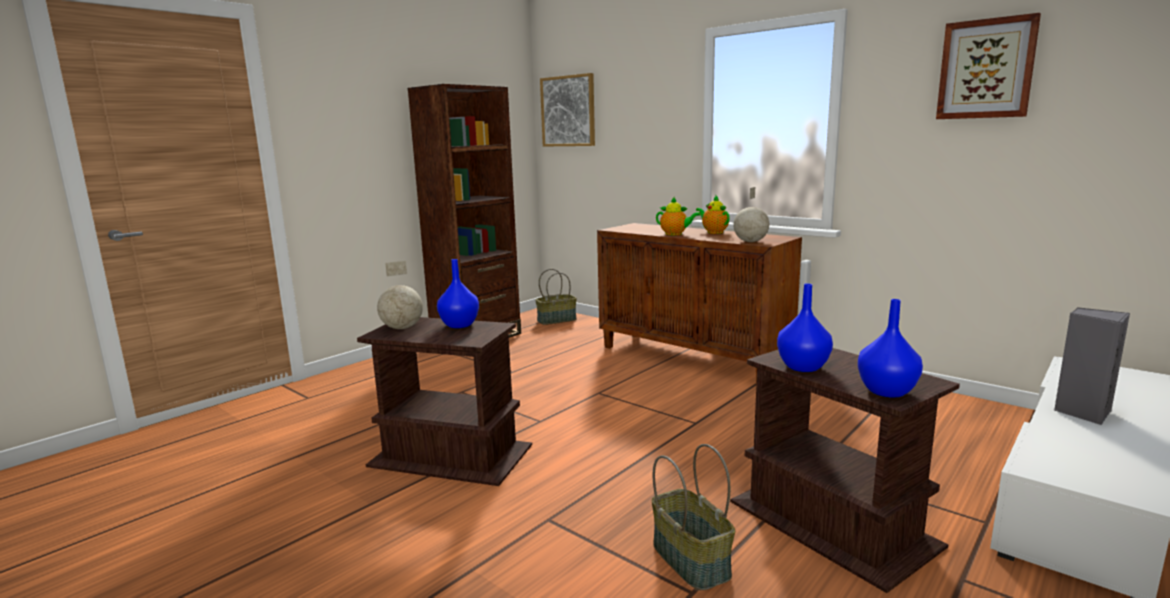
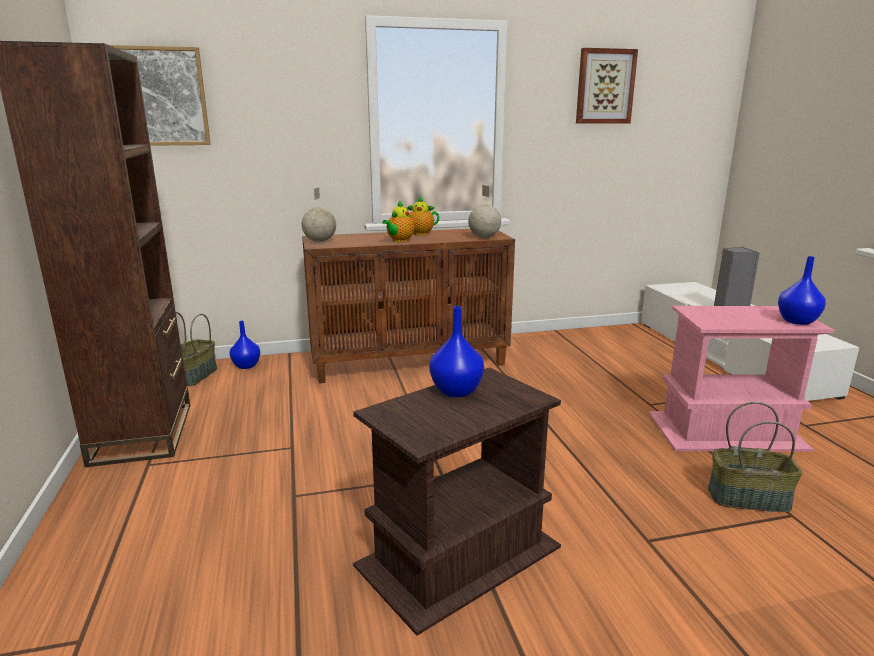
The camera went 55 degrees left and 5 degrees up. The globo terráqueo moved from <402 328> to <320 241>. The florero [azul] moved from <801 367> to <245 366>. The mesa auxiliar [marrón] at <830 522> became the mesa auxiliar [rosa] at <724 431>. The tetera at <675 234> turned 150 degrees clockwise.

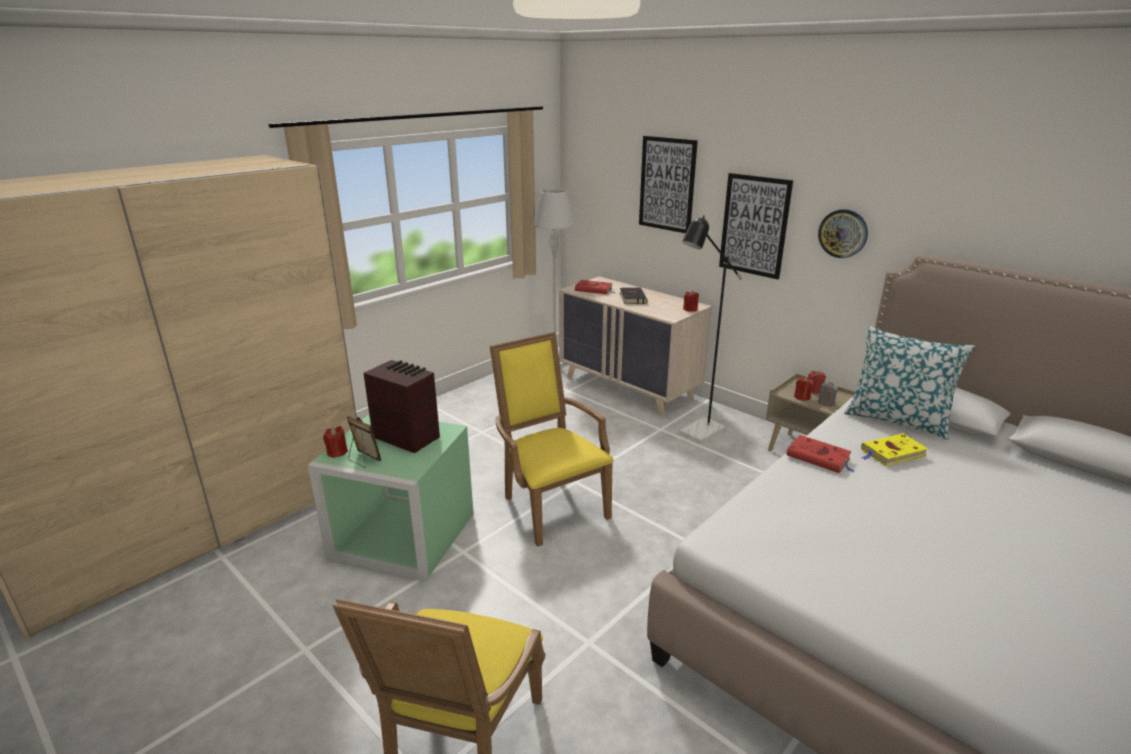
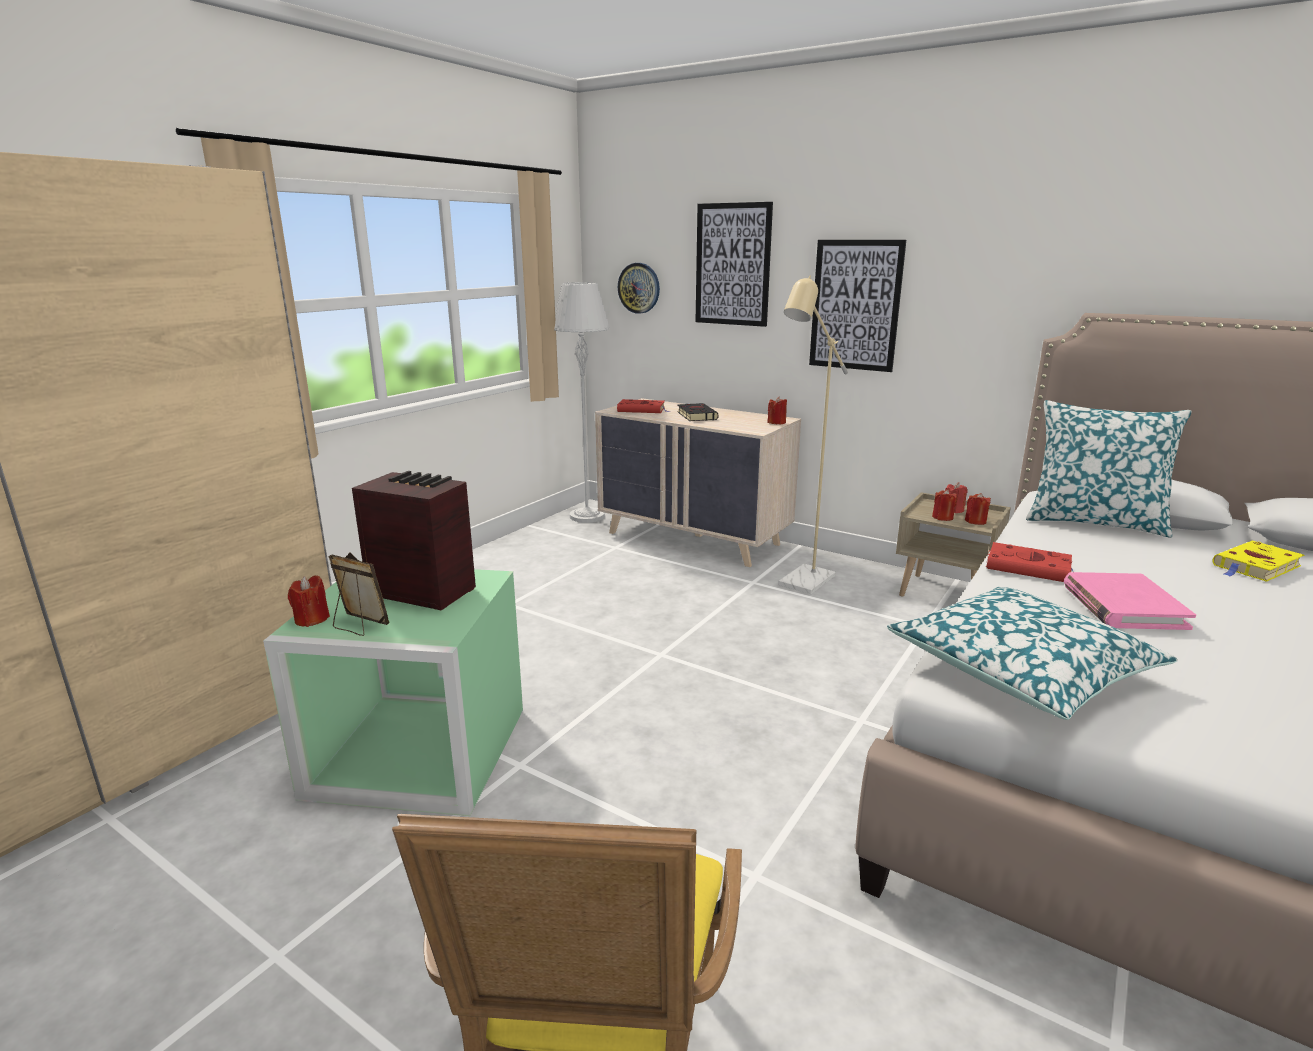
The camera went 10 degrees left and 5 degrees down. The sillón [amarillo] at <550 505> disappeared. The cojín at <1021 669> appeared. The libro [rosa] at <1122 606> appeared. The reloj de pared moved from <843 233> to <639 288>. The libro [amarillo] moved from <892 453> to <1255 566>. The lámpara de pie [negro] at <697 434> became the lámpara de pie [beis] at <802 584>. The vela [gris] at <826 402> became the vela [rojo] at <975 521>.

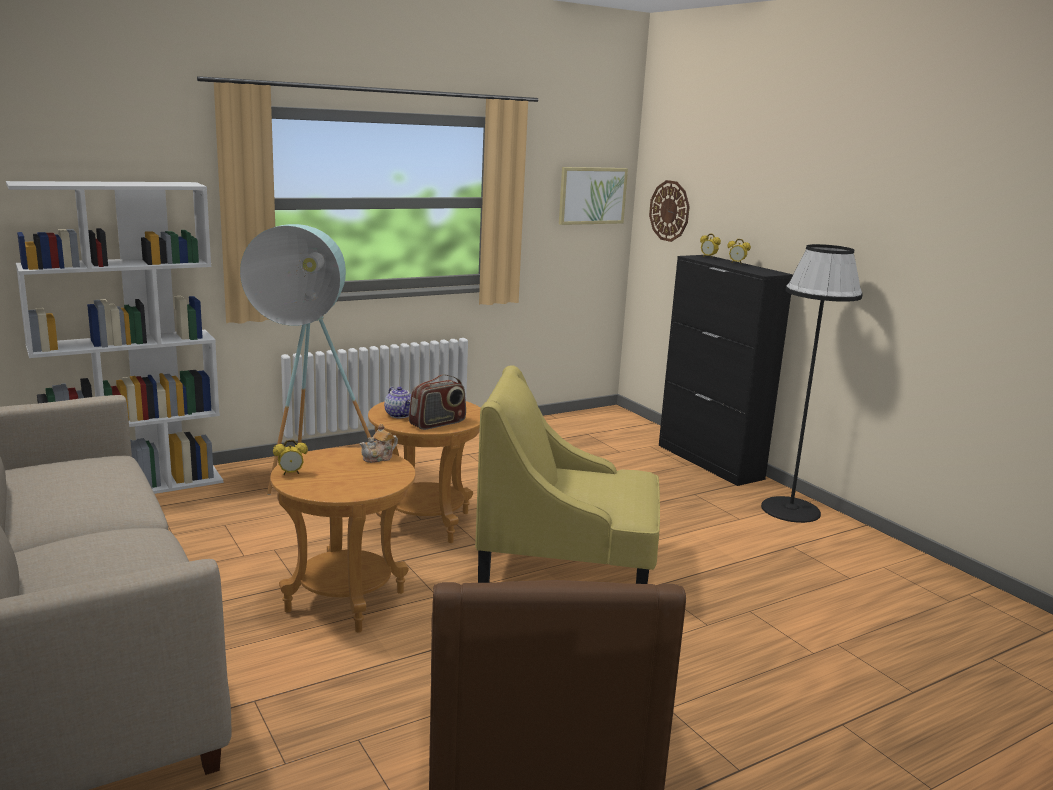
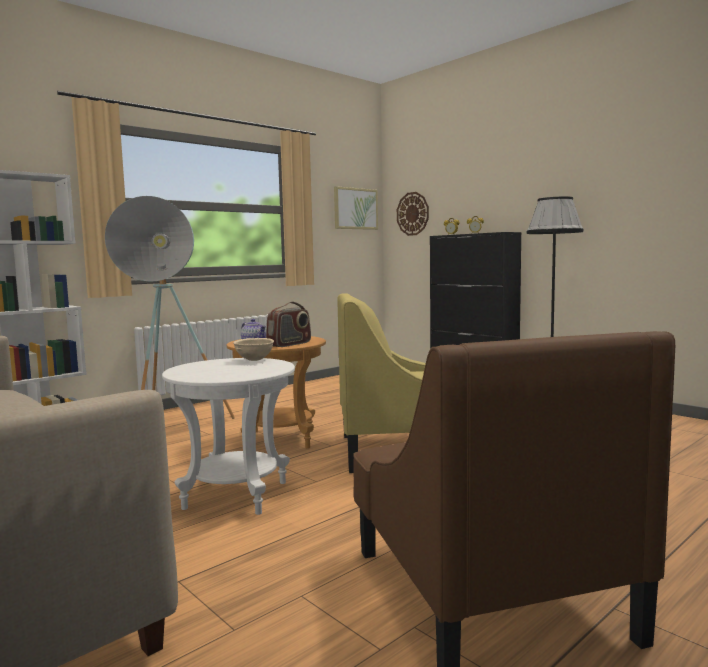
The camera went 10 degrees left and 10 degrees down. The despertador at <291 473> disappeared. The tetera at <379 458> was replaced by the cuenco [beis] at <255 360>. The mesa auxiliar [marrón] at <345 601> became the mesa auxiliar [blanco] at <236 495>.

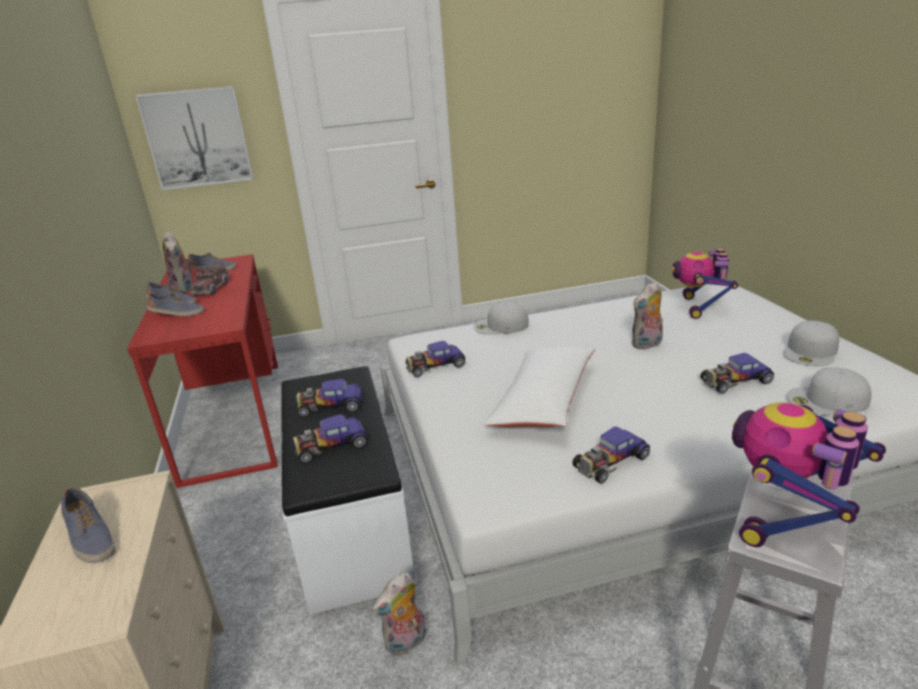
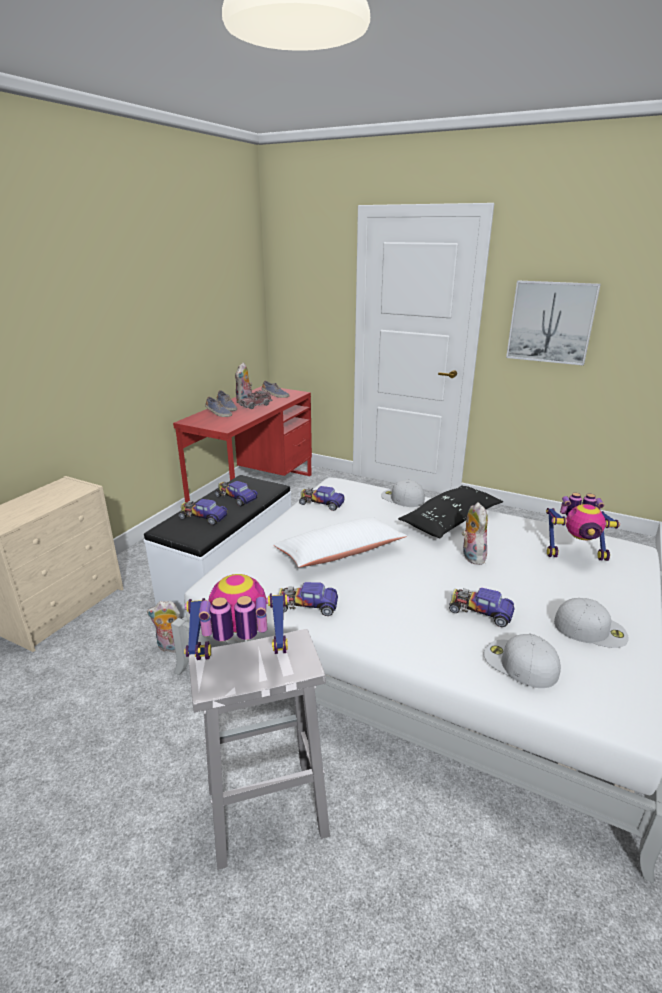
The camera went 40 degrees right and 0 degrees up. The zapato at <89 538> disappeared. The cojín [negro] at <450 521> appeared. The cuadro moved from <197 138> to <551 322>. The peluche at <647 344> turned 75 degrees clockwise. The robot de juguete at <699 307> turned 135 degrees counterclockwise. The gorra [blanco] at <811 351> turned 150 degrees counterclockwise.

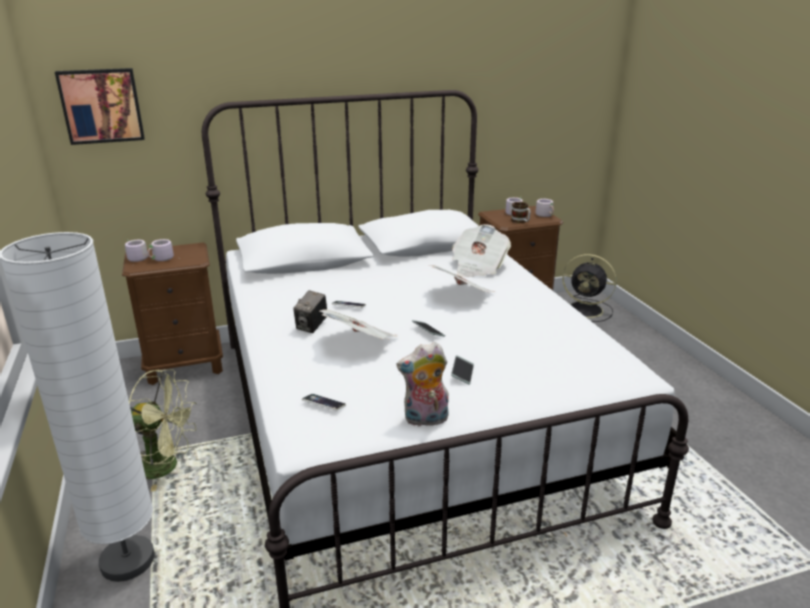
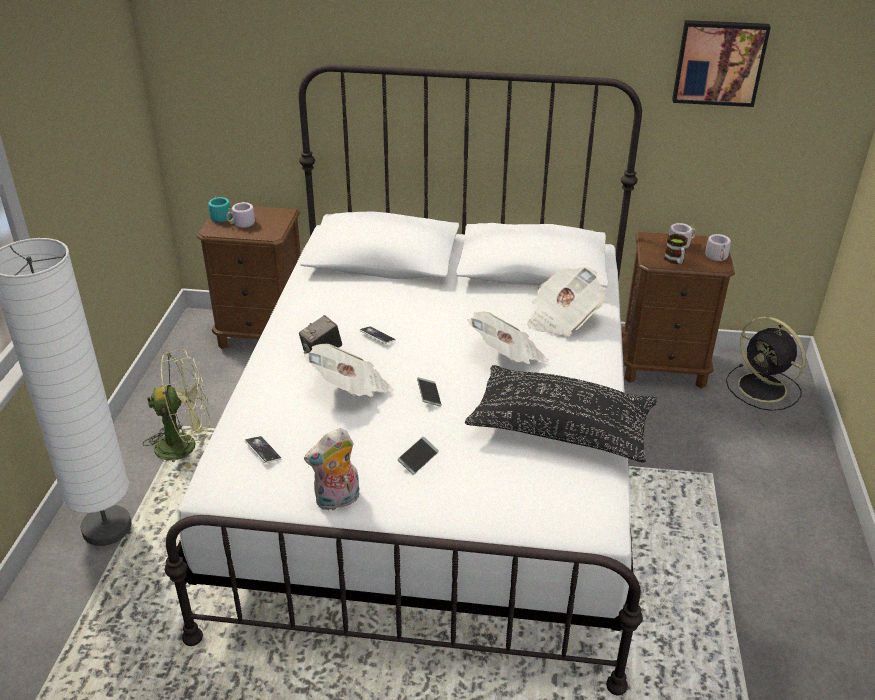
The camera went 25 degrees right and 10 degrees up. The cojín [negro] at <561 428> appeared. The cuadro moved from <101 105> to <719 62>. The taza grande [gris] at <135 258> became the taza grande [turquesa] at <219 217>. The ventilador [verde] at <166 466> turned 45 degrees counterclockwise. The peluche at <425 420> turned 45 degrees counterclockwise.

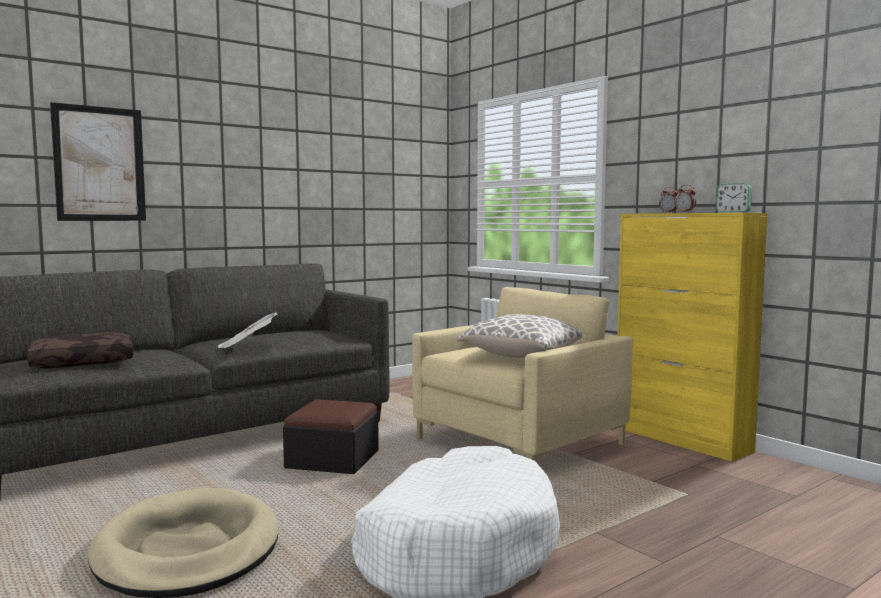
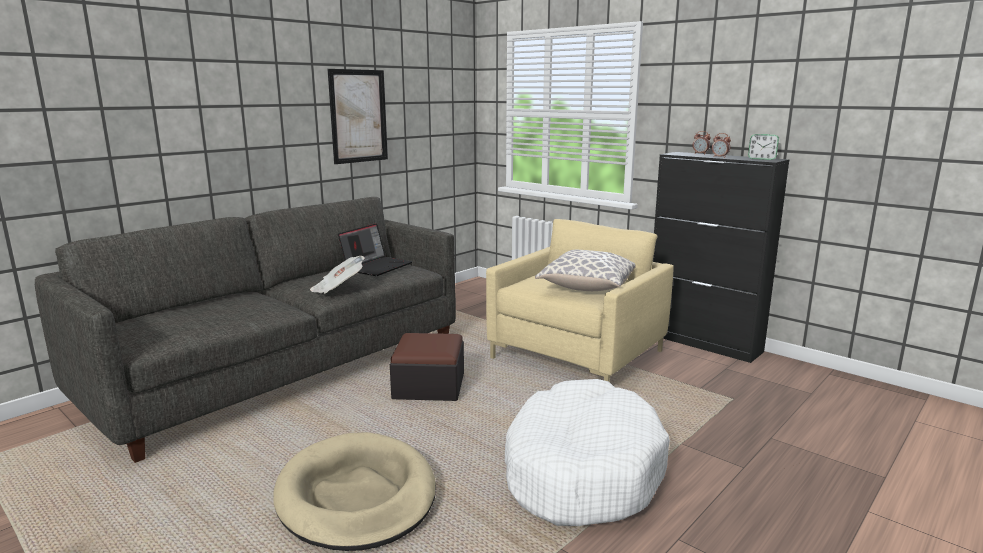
The camera went 10 degrees left and 10 degrees up. The cojín [marrón] at <83 362> disappeared. The portátil at <377 266> appeared. The cuadro moved from <99 164> to <358 116>. The armario [amarillo] at <681 439> became the armario [negro] at <703 343>.

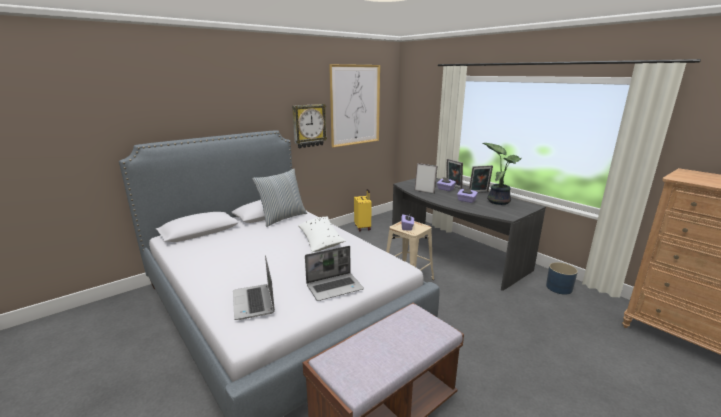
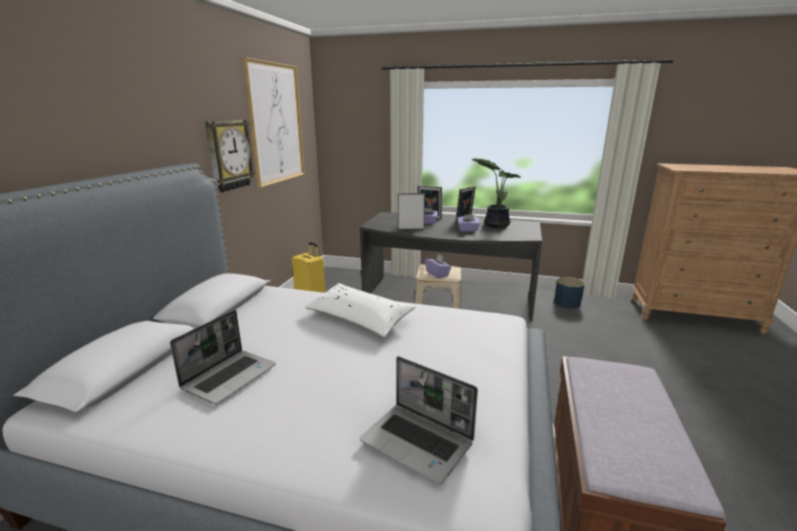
The camera went 35 degrees left and 0 degrees up. The cojín at <282 218> disappeared. The portátil moved from <335 287> to <230 376>.

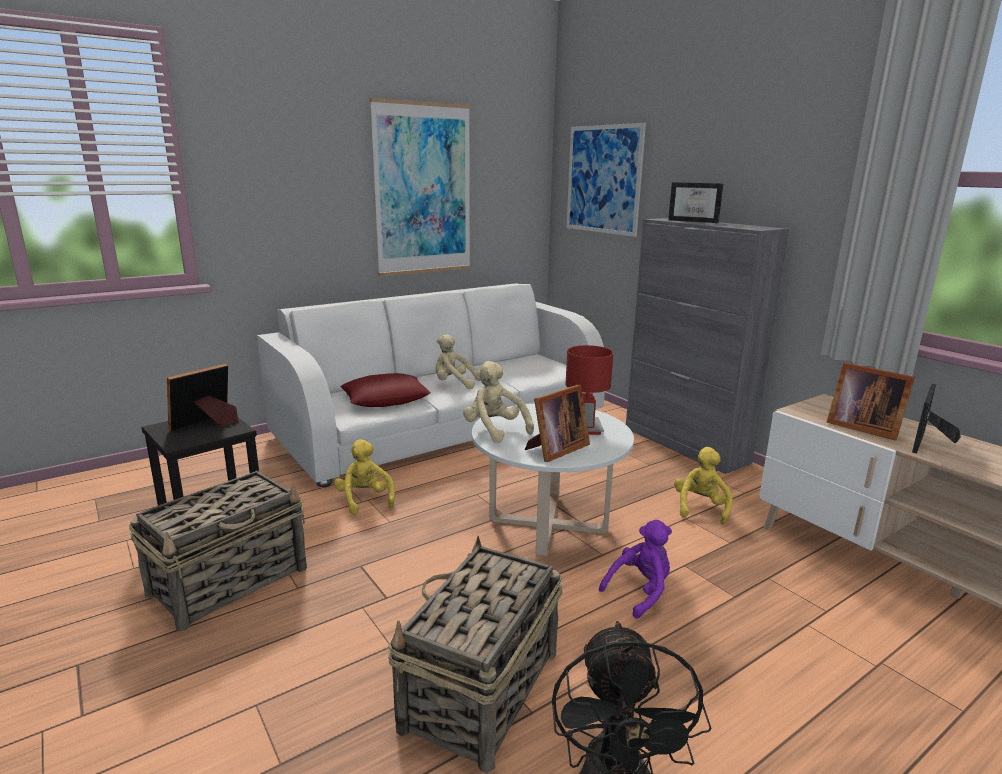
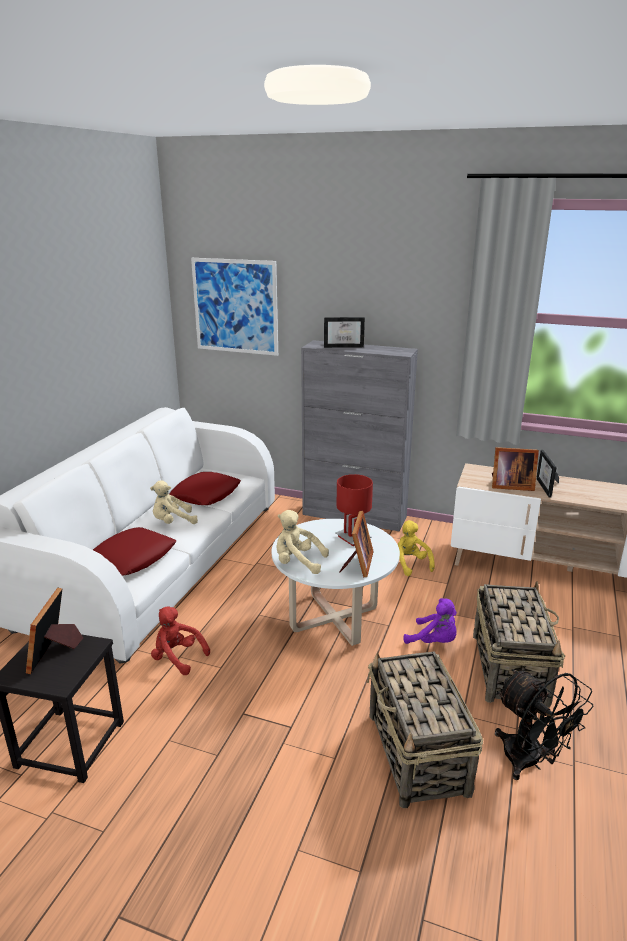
The camera went 35 degrees left and 5 degrees up. The cuadro at <423 190> disappeared. The cojín [rojo] at <205 494> appeared. The cesta moved from <231 580> to <509 667>. The peluche [amarillo] at <365 500> became the peluche [rojo] at <177 658>. The peluche [morado] at <640 592> turned 105 degrees clockwise.

